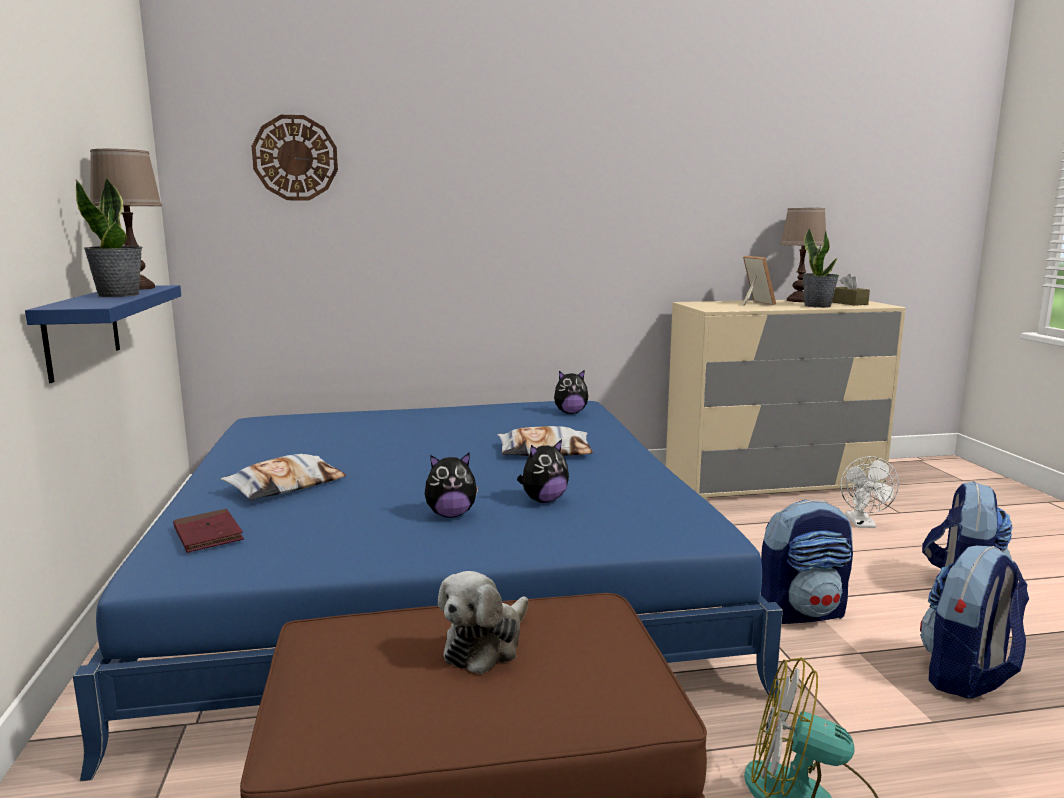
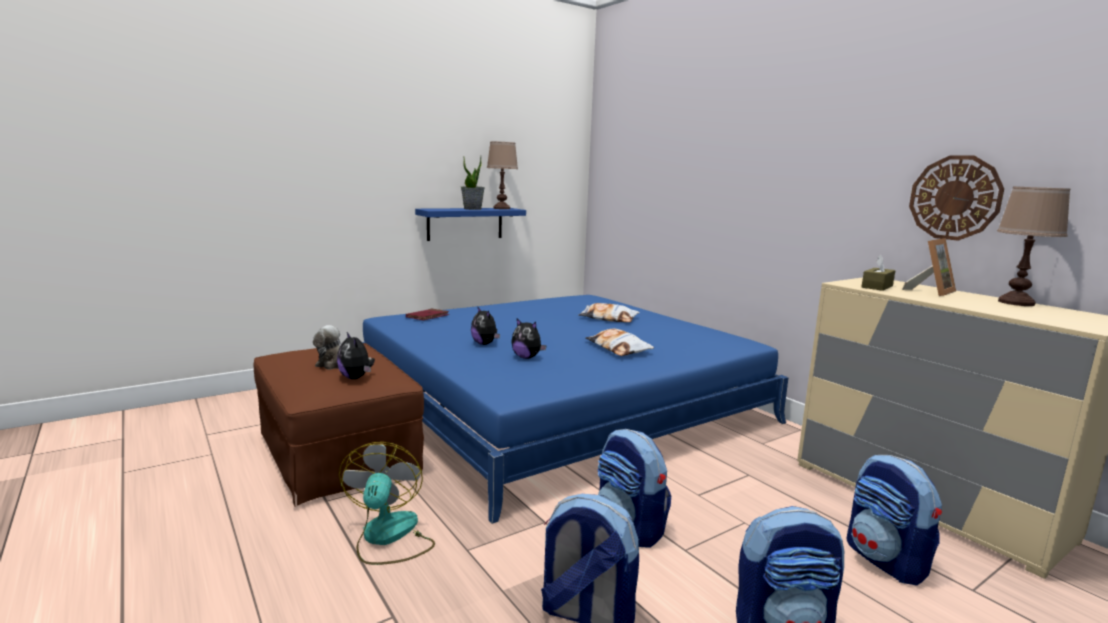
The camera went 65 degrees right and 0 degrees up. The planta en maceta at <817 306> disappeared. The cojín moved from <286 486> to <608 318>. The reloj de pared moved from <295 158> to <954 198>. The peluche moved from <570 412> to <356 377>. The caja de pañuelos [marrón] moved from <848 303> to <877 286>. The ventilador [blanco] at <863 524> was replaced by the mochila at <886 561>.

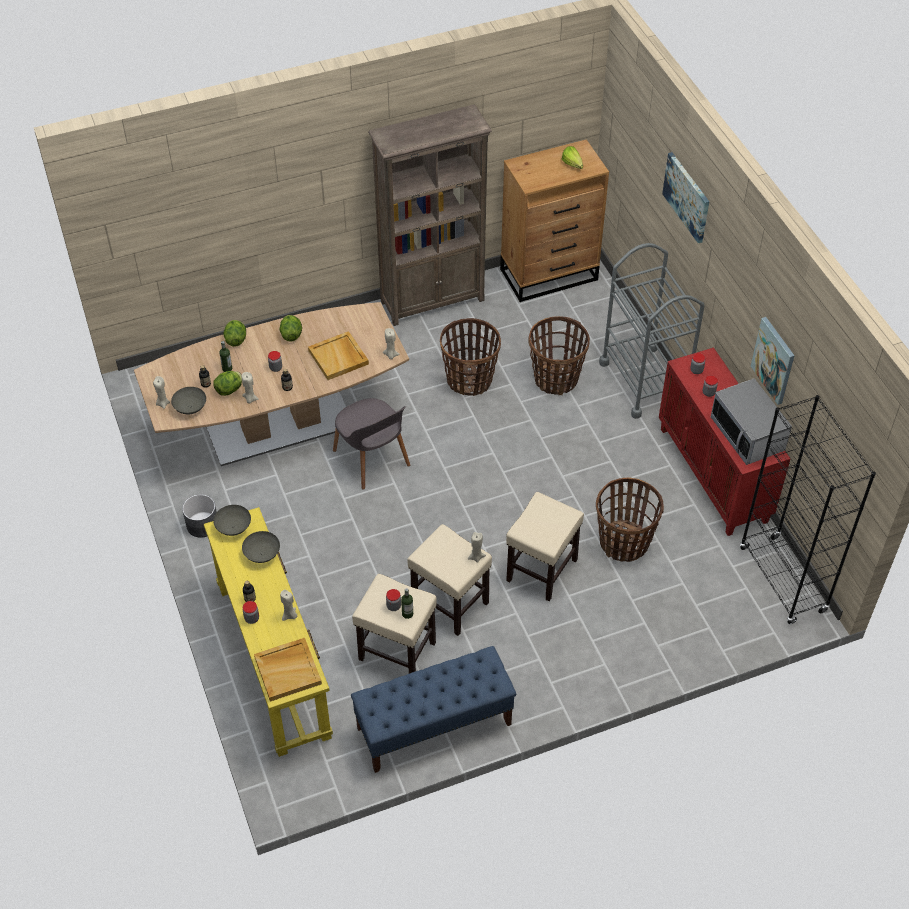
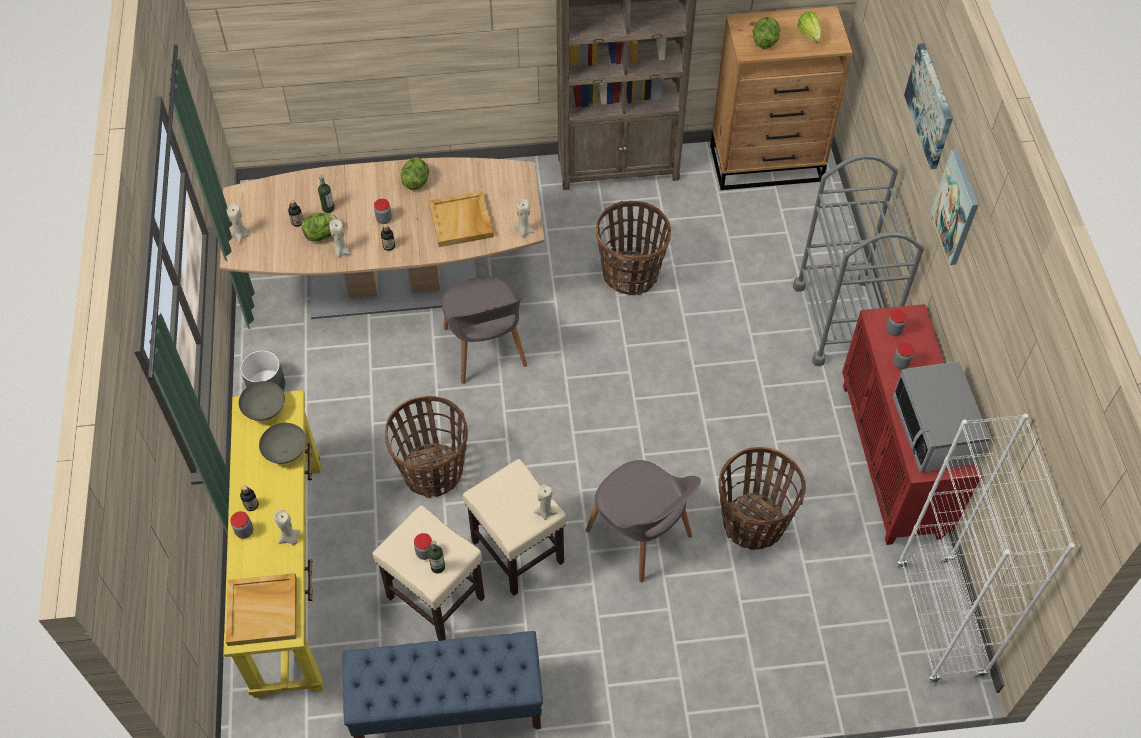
The camera went 15 degrees right and 5 degrees up. The cuenco [gris] at <190 408> disappeared. The lechuga moved from <236 339> to <764 41>. The cesta moved from <556 378> to <433 472>. The cuadro moved from <774 360> to <956 207>. The taburete [beis] at <541 570> was replaced by the silla [gris] at <640 536>. The estantería [negro] at <782 580> became the estantería [blanco] at <939 620>.

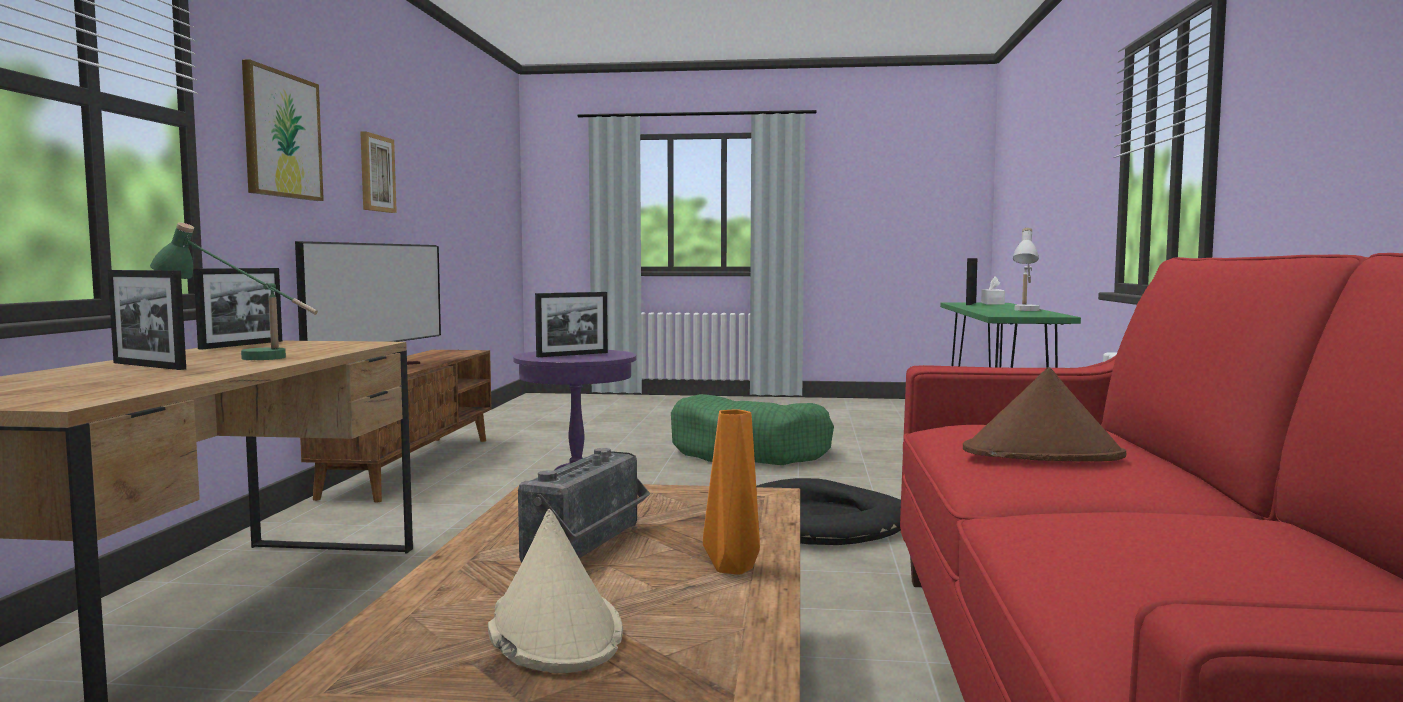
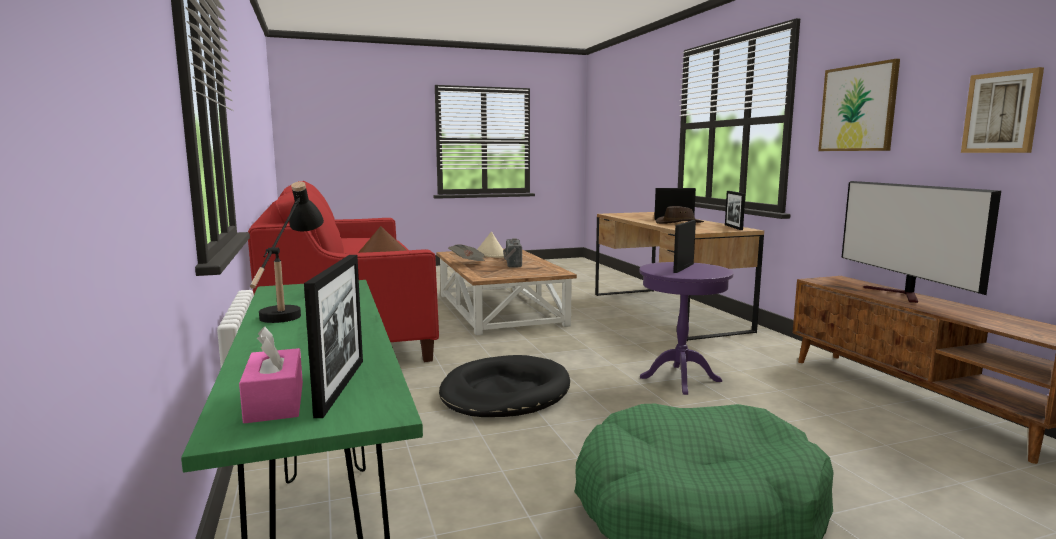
The camera went 155 degrees right and 5 degrees up. The lámpara de mesa [verde] at <238 357> was replaced by the sombrero [marrón] at <679 223>. The florero [naranja] at <732 567> was replaced by the periódico at <469 263>. The caja de pañuelos [blanco] at <992 303> became the caja de pañuelos [rosa] at <275 402>. The lámpara de mesa [blanco] at <1026 311> became the lámpara de mesa [negro] at <290 310>.

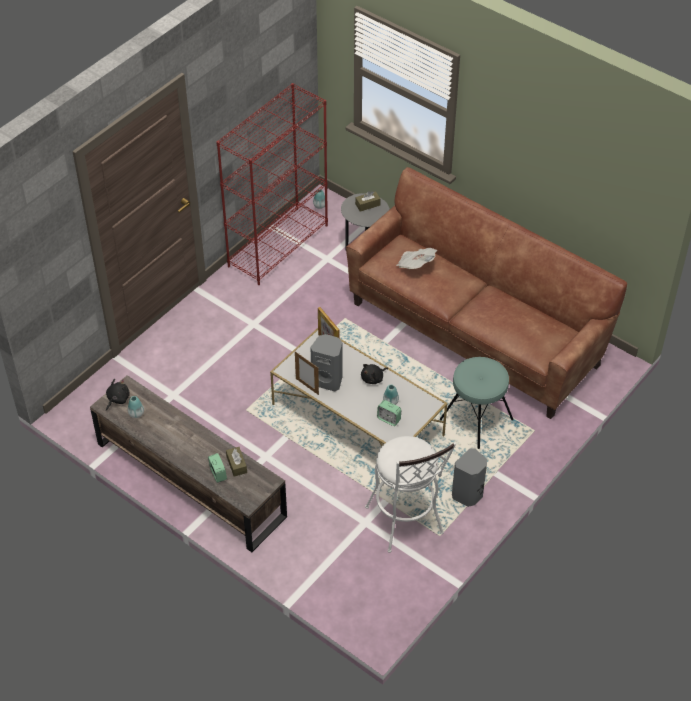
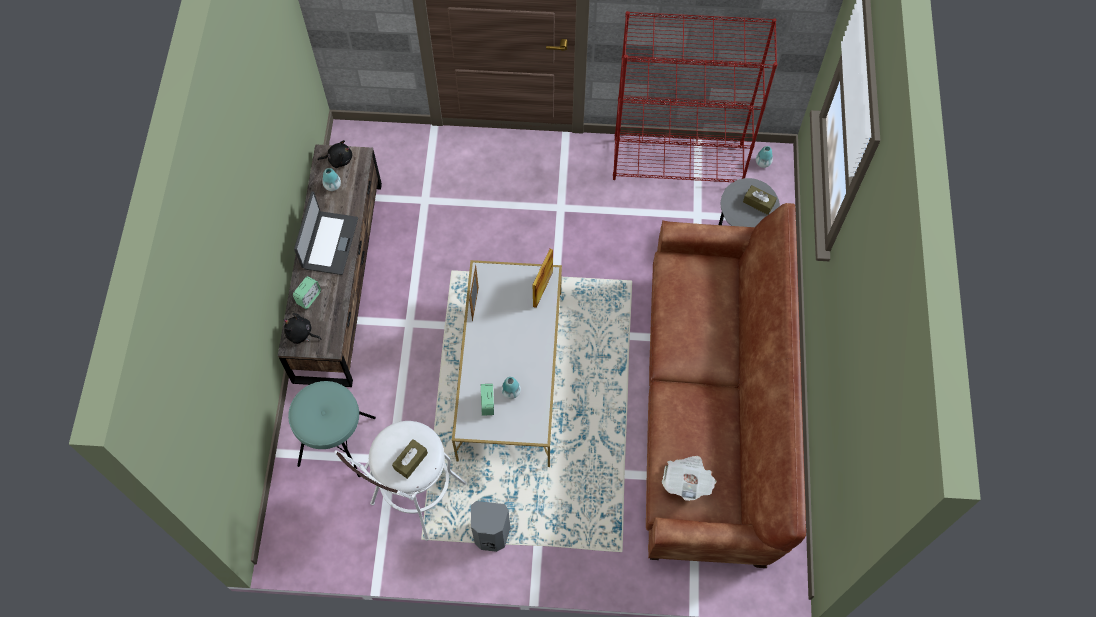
The camera went 55 degrees right and 15 degrees up. The altavoz [gris] at <328 380> disappeared. The portátil at <329 243> appeared. The caja de pañuelos [marrón] moved from <236 464> to <410 461>. The peluche [negro] moved from <373 378> to <301 334>. The periódico moved from <415 265> to <687 481>. The taburete [turquesa] moved from <476 419> to <336 441>.

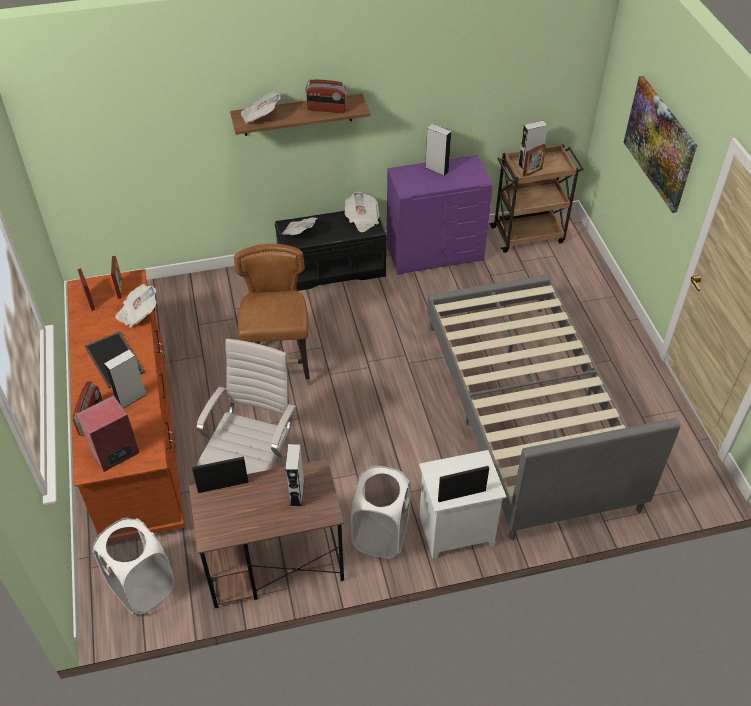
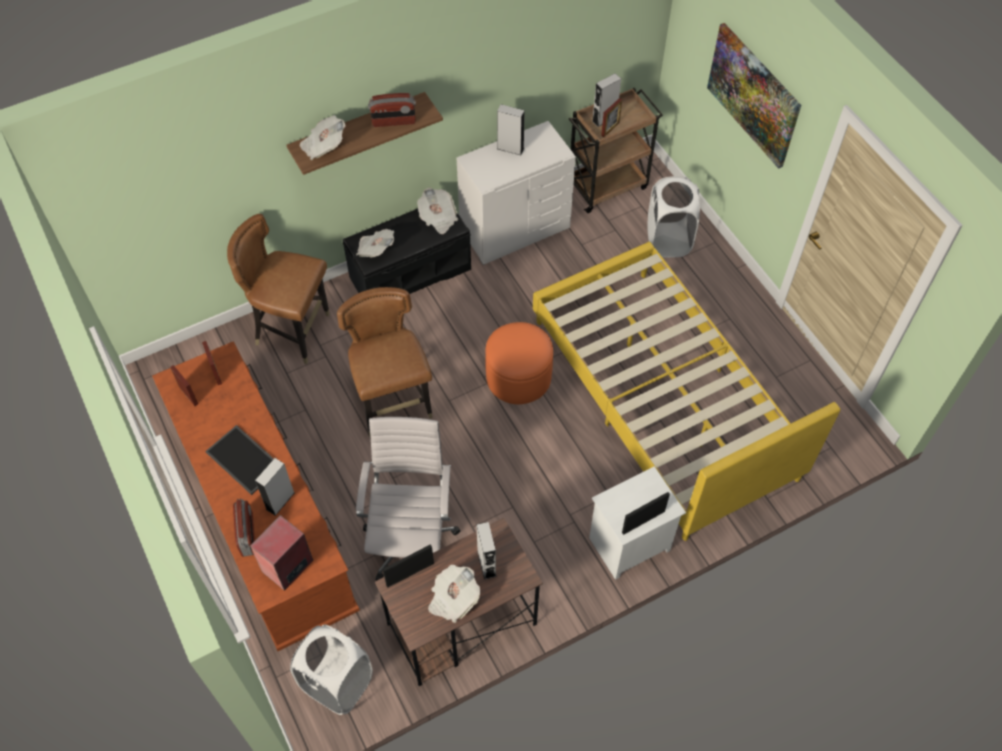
The camera went 15 degrees left and 10 degrees up. The silla [marrón] at <294 332> appeared. The puf [naranja] at <518 377> appeared. The periódico moved from <138 314> to <453 599>. The cesto de la ropa [blanco] moved from <381 534> to <668 240>. The cómoda [morado] at <434 252> became the cómoda [blanco] at <514 229>. The cama [gris] at <526 413> became the cama [amarillo] at <662 398>.

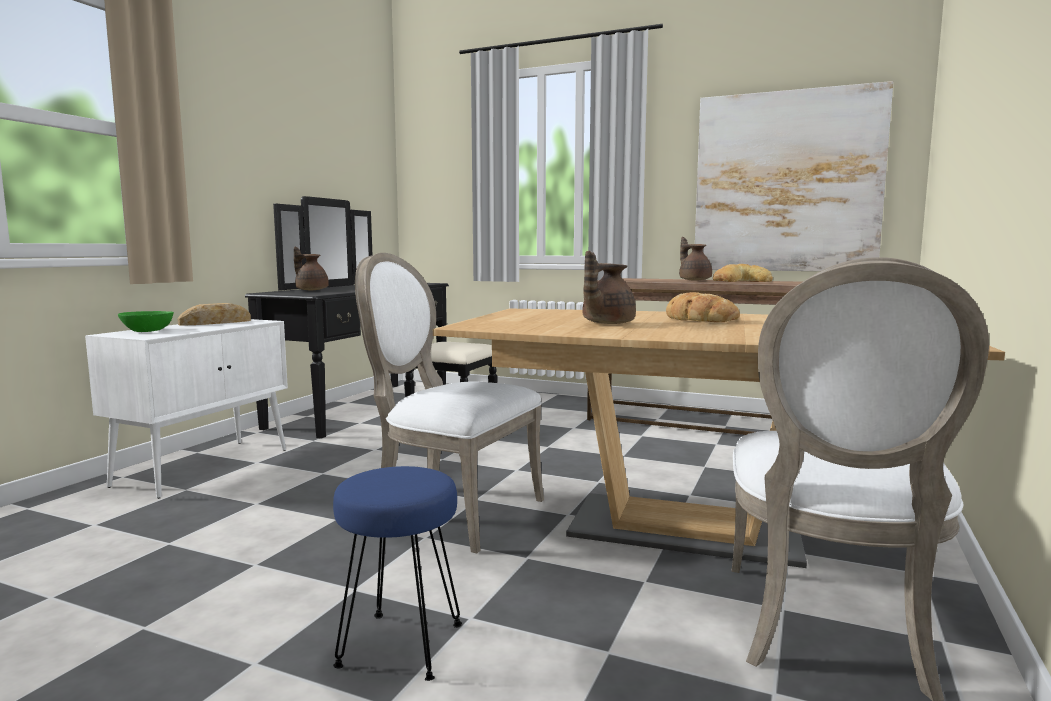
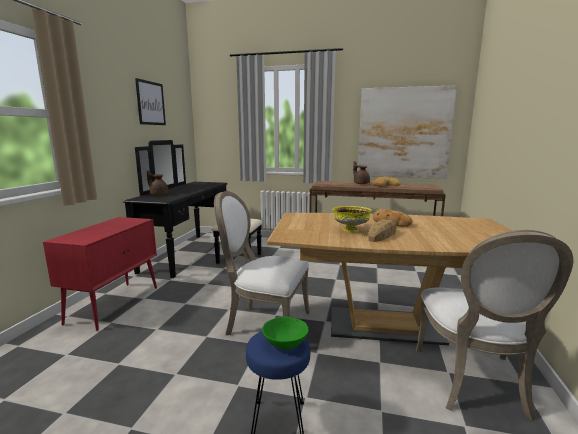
The camera went 10 degrees left and 5 degrees up. The cuadro at <151 103> appeared. The cuenco [verde] moved from <147 331> to <285 343>. The pan moved from <215 322> to <382 235>. The tetera [marrón] at <606 323> was replaced by the cuenco [amarillo] at <350 230>. The armario [blanco] at <205 466> became the armario [rojo] at <115 304>.

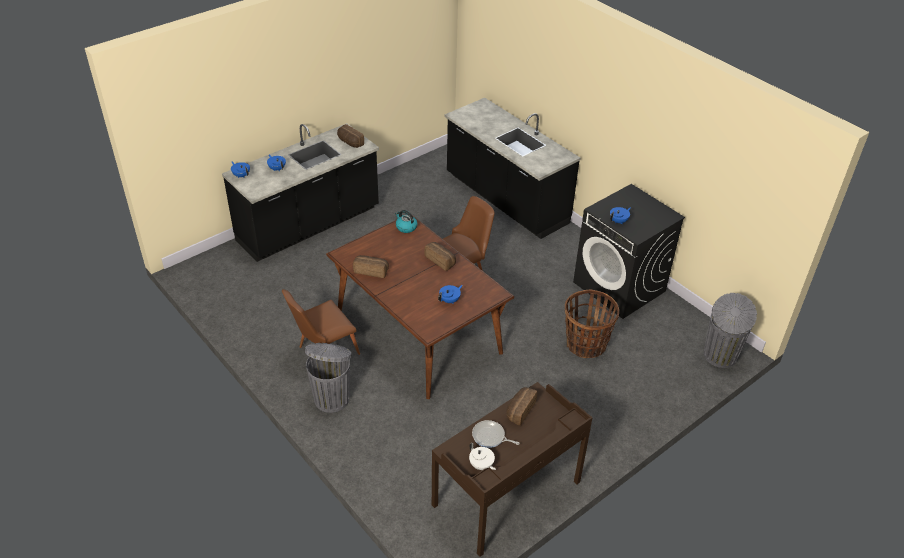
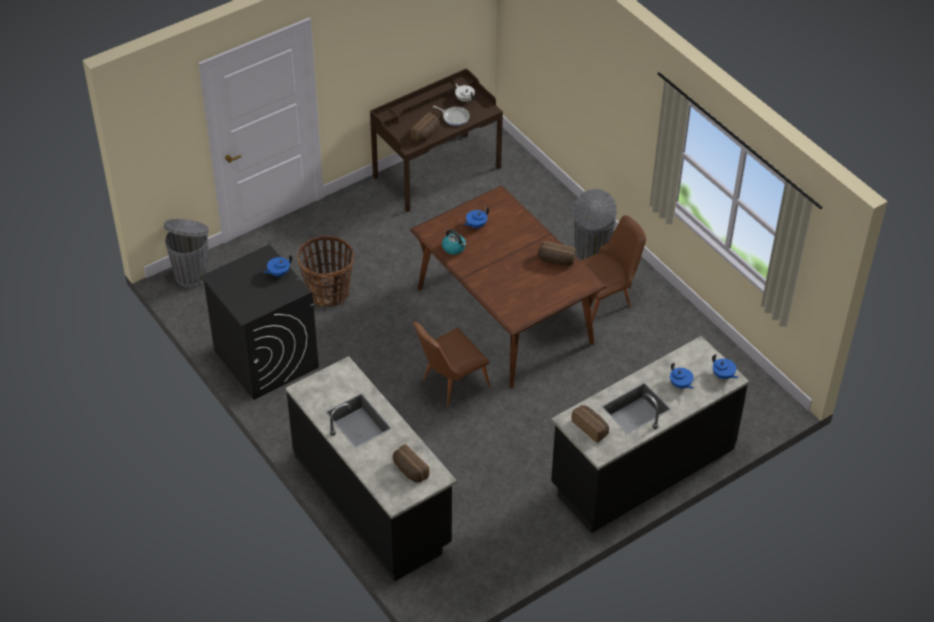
The camera went 175 degrees left and 5 degrees up. The hervidor moved from <406 227> to <454 248>. The pan moved from <441 260> to <409 471>.

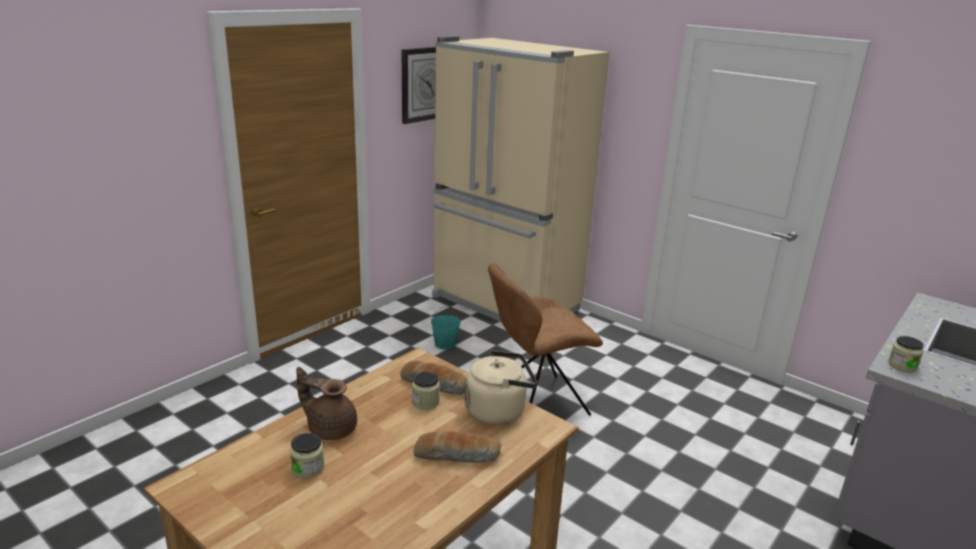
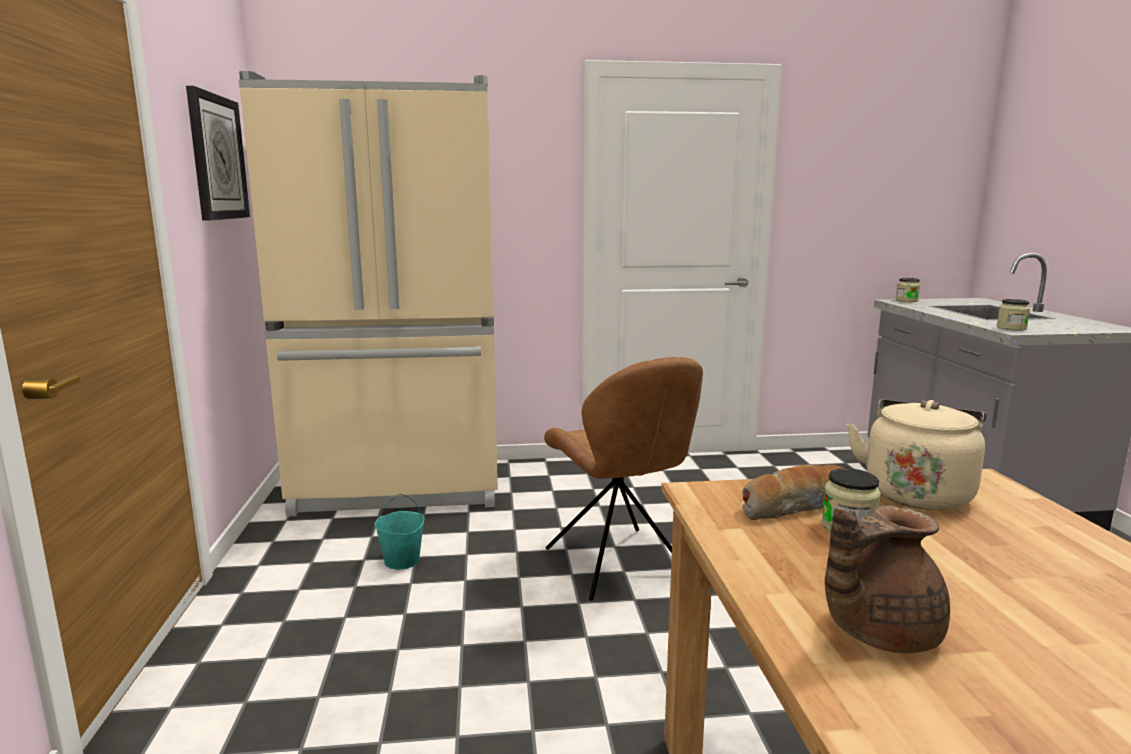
The camera went 45 degrees left and 10 degrees down. The pan at <457 455> disappeared. The tarro moved from <308 468> to <907 300>. The silla [marrón] at <536 402> turned 45 degrees counterclockwise.

